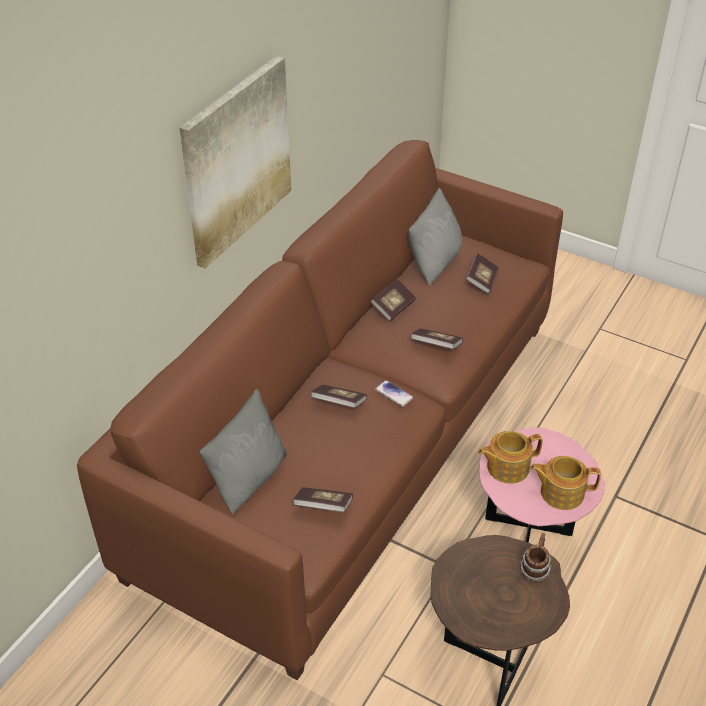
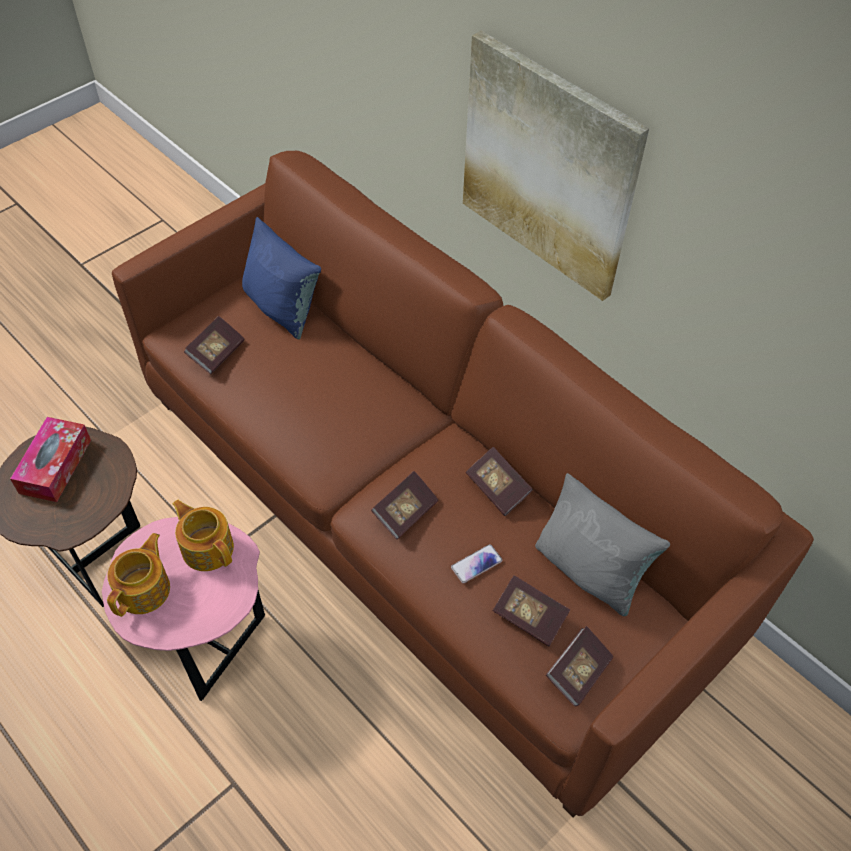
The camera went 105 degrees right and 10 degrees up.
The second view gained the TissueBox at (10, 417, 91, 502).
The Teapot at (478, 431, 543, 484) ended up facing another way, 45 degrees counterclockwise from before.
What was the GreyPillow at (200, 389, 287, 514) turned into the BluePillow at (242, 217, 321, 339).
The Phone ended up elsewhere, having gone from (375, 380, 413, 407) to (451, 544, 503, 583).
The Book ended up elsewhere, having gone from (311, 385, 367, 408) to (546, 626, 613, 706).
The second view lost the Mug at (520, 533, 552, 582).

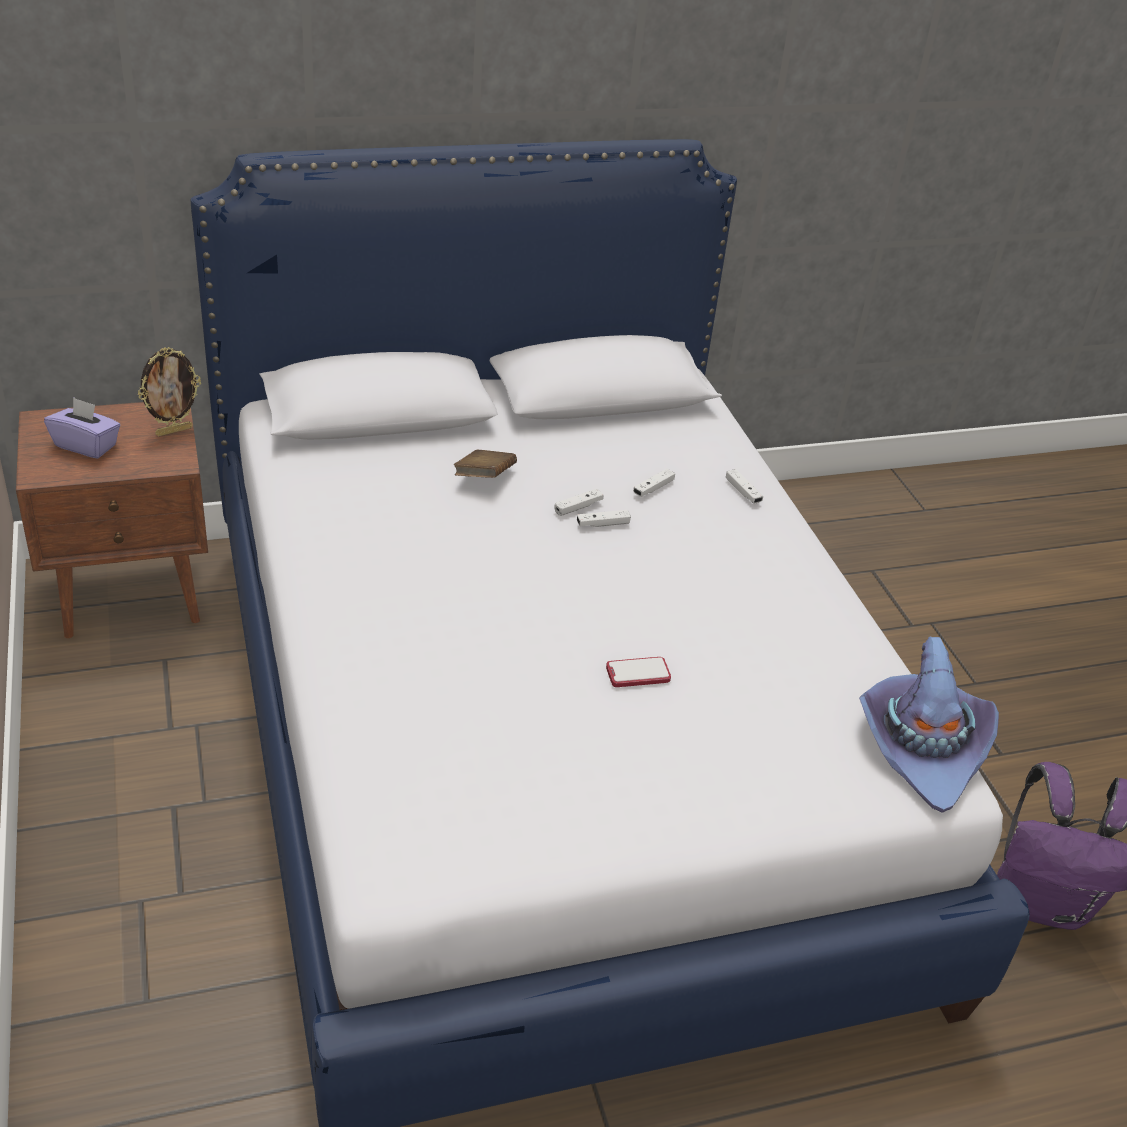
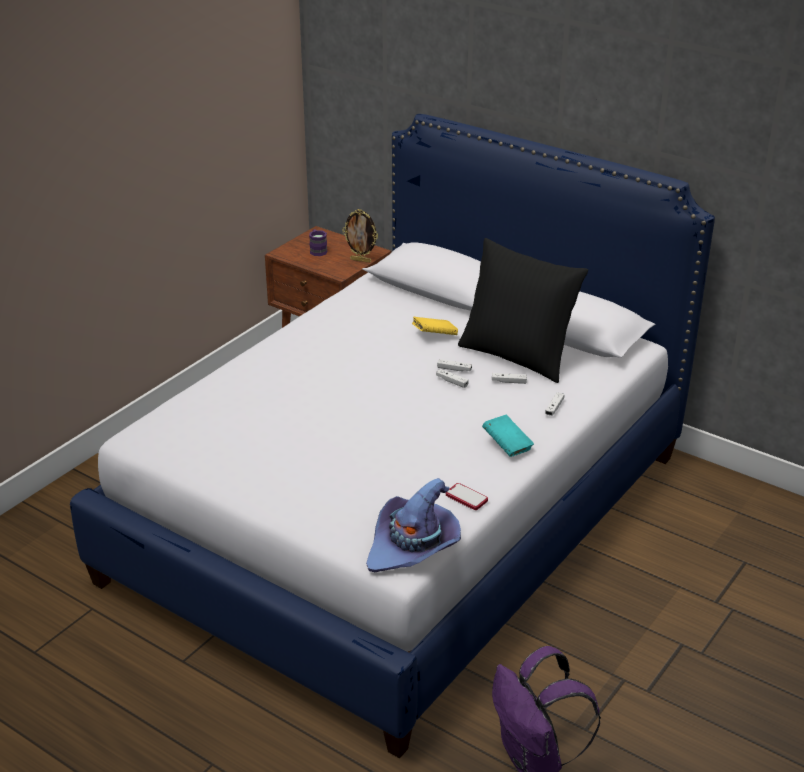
The camera went 55 degrees right and 5 degrees down.
Where the PurpleTissueBox stood at (44, 397, 120, 459), the PurpleMug came to stand at (309, 229, 327, 256).
What was the BrownBook at (454, 450, 517, 478) turned into the YellowBook at (412, 317, 458, 335).
The Phone ended up elsewhere, having gone from (606, 657, 671, 687) to (446, 483, 488, 510).
The second view gained the BlackPillow at (458, 238, 588, 383).
The second view gained the TurquoiseBook at (482, 415, 534, 457).

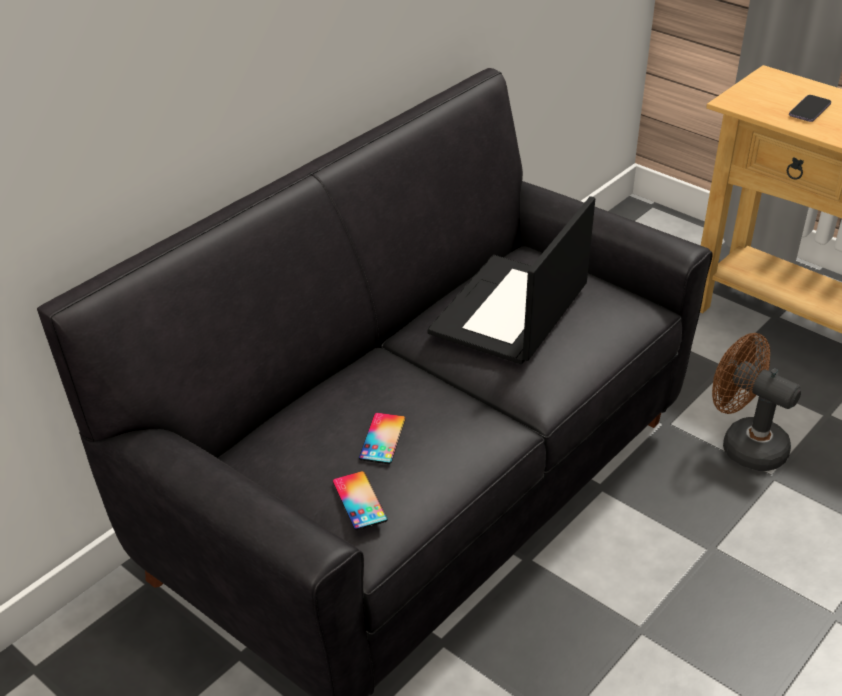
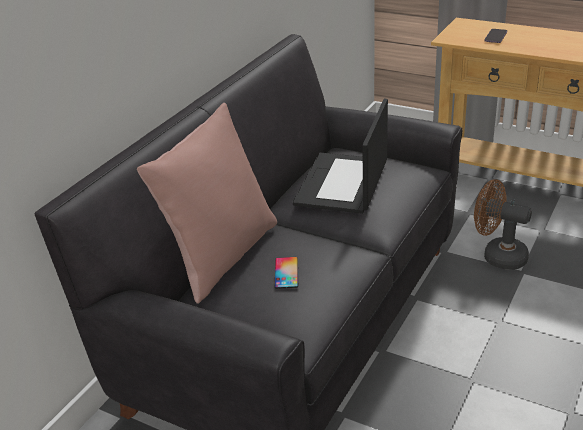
The camera went 10 degrees left and 5 degrees down.
The second view gained the PinkPillow at (137, 103, 277, 304).
The second view lost the Phone at (333, 471, 388, 530).

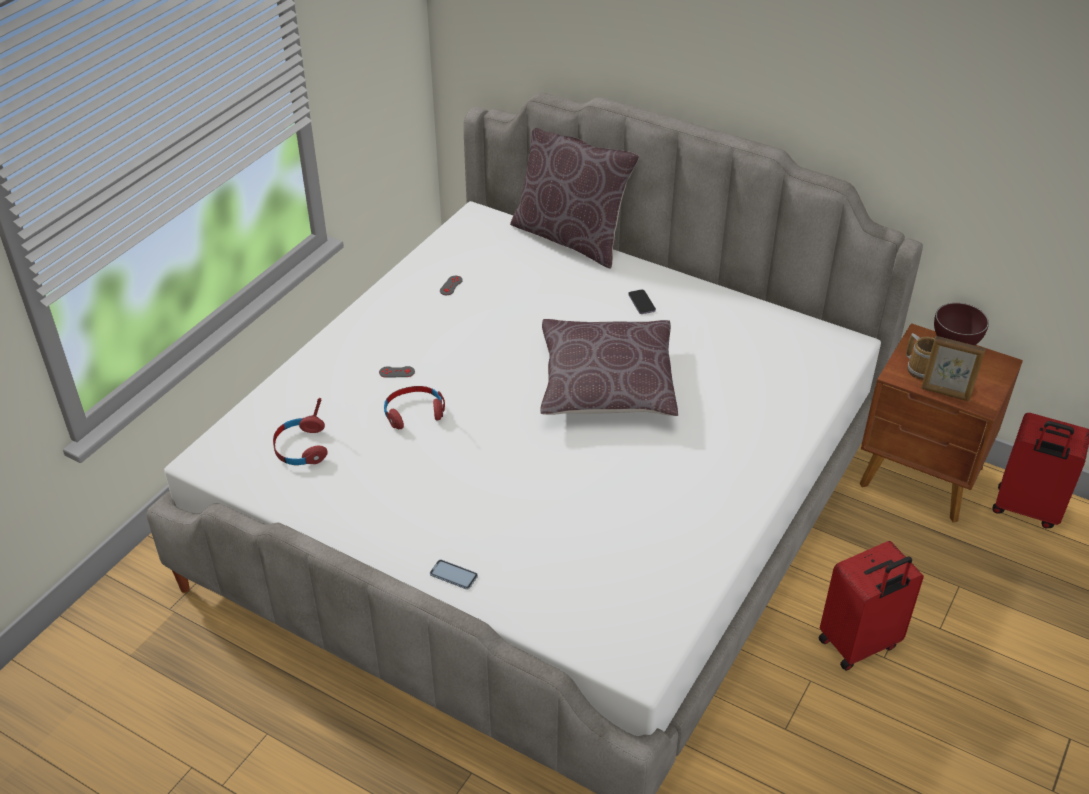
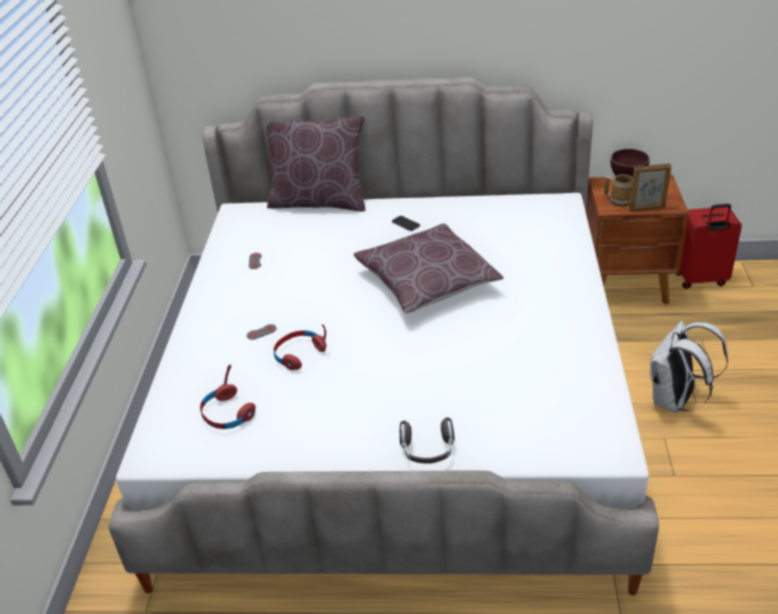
The camera went 25 degrees left and 5 degrees down.
Where the Phone stood at (430, 560, 478, 590), the Headphones came to stand at (400, 417, 454, 464).
Where the RedSuitcase stood at (818, 541, 924, 671), the WhiteBackpack came to stand at (650, 321, 728, 413).

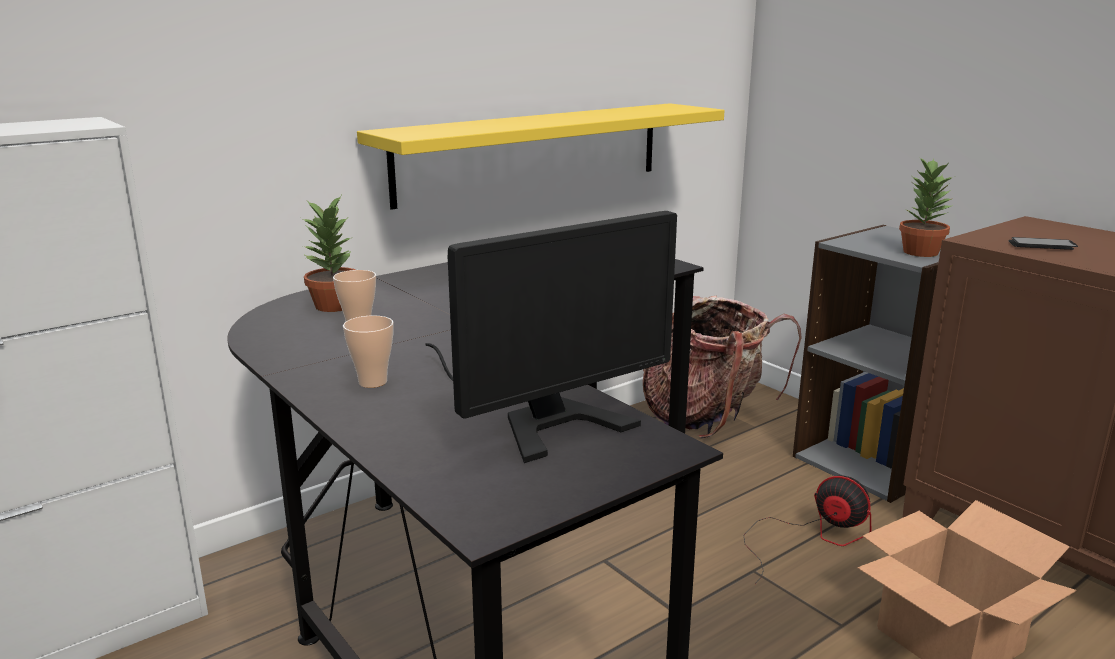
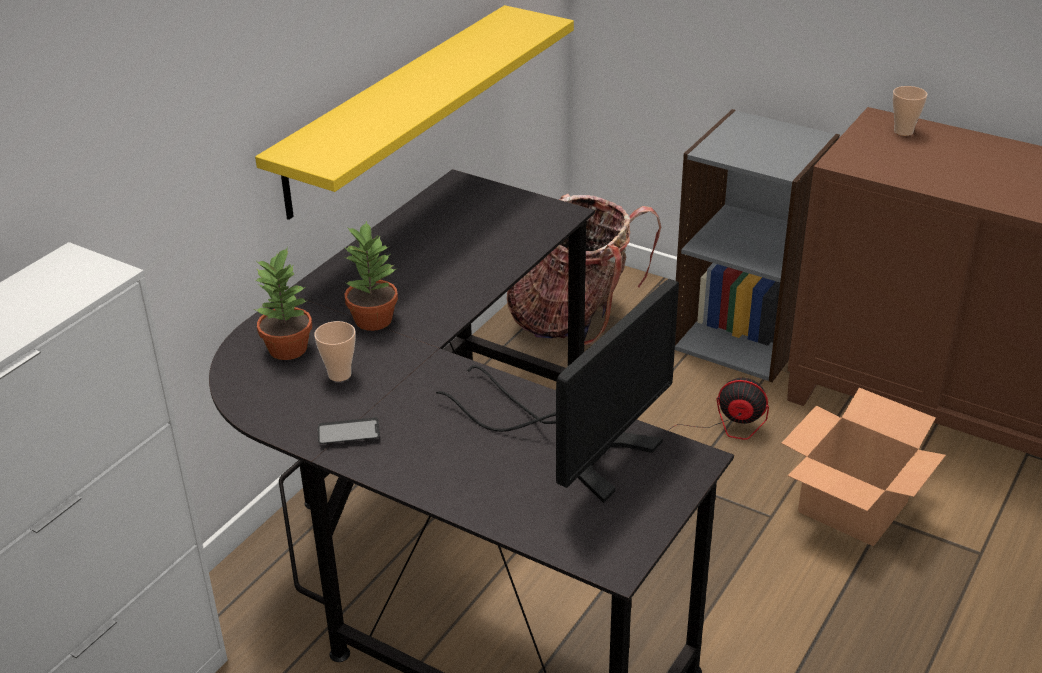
The camera went 20 degrees left and 15 degrees up.
The Phone ended up elsewhere, having gone from (1008, 237, 1078, 250) to (318, 417, 380, 444).
The PottedPlant ended up elsewhere, having gone from (899, 158, 953, 257) to (344, 220, 398, 331).
The Cup ended up elsewhere, having gone from (343, 316, 394, 388) to (893, 86, 928, 136).

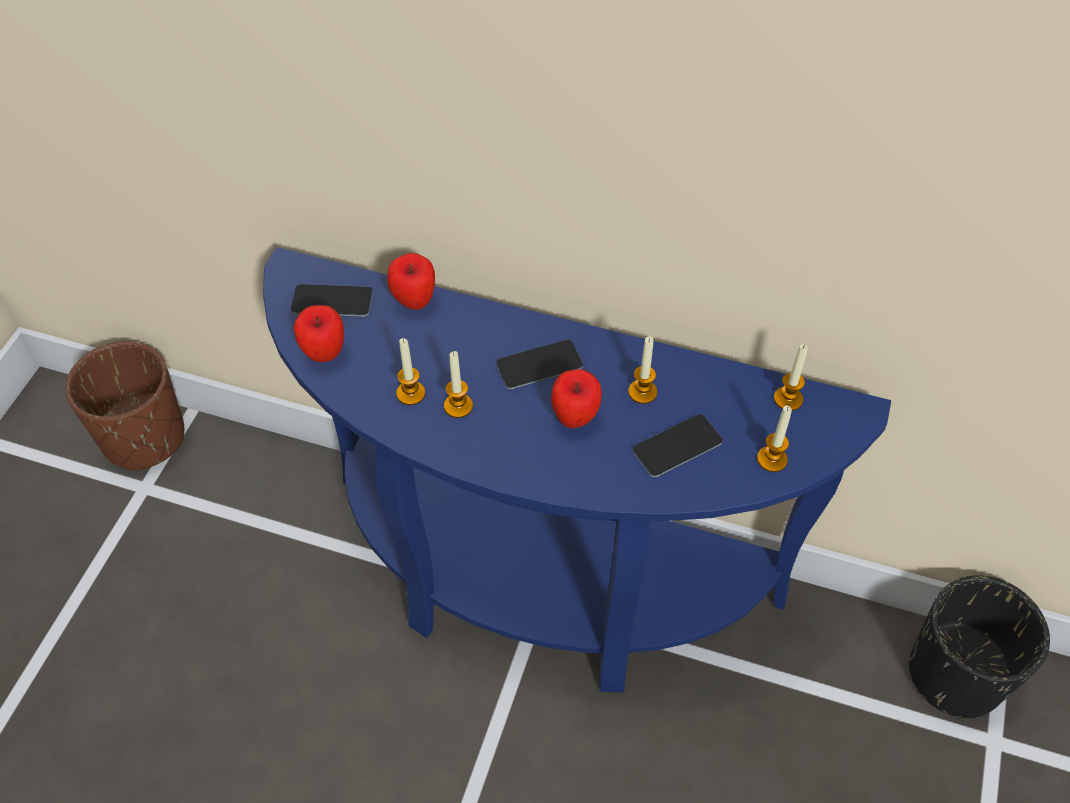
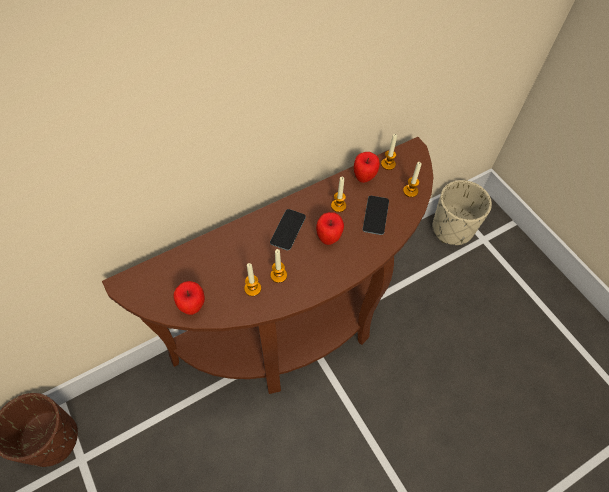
The camera went 50 degrees left and 5 degrees up.
What was the BlueConsoleTable at (263, 247, 891, 692) turned into the BrownConsoleTable at (102, 137, 433, 394).
The Apple ended up elsewhere, having gone from (387, 253, 435, 310) to (354, 152, 380, 183).
What was the BlackPlanter at (909, 575, 1050, 719) turned into the BeigePlanter at (433, 180, 492, 245).
The second view lost the Phone at (291, 284, 373, 317).

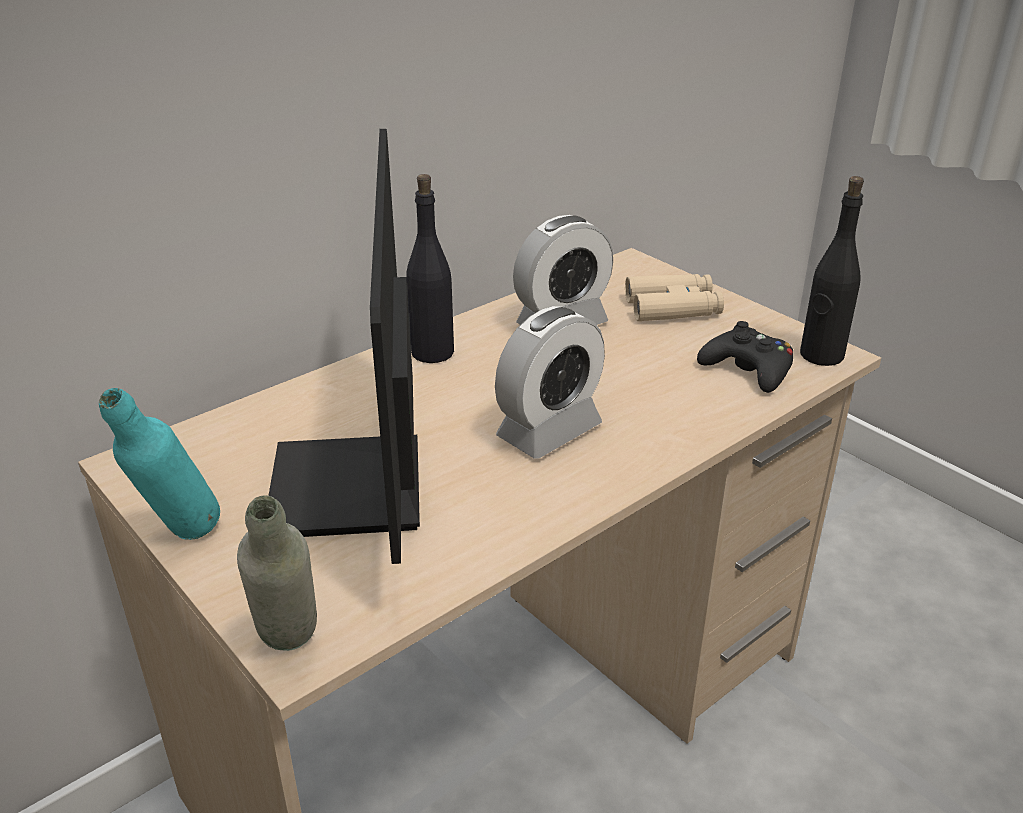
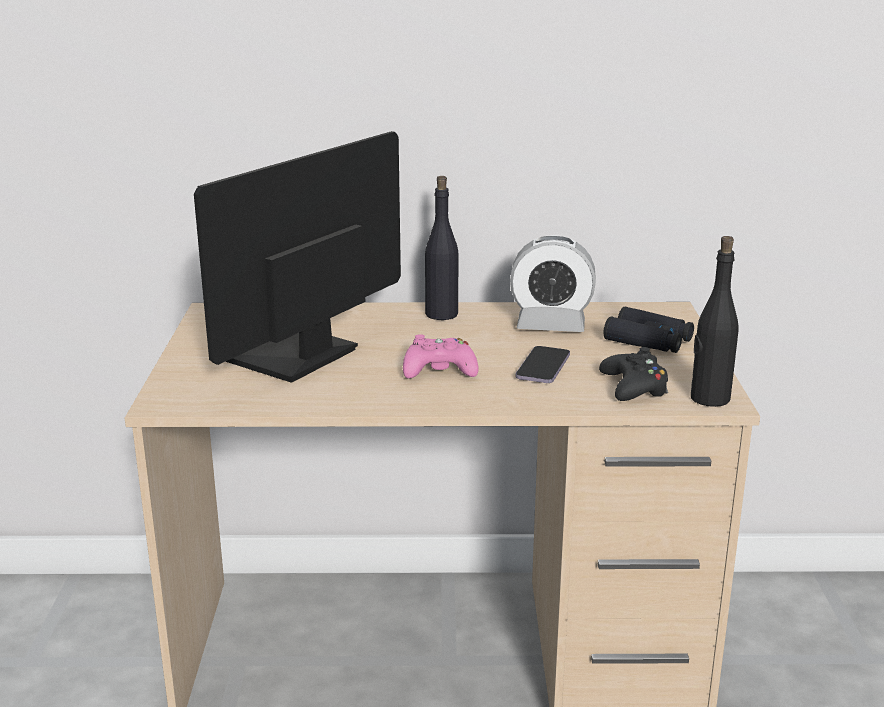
The camera went 40 degrees right and 10 degrees down.
Where the AlarmClock stood at (495, 306, 605, 459), the PinkGameController came to stand at (403, 334, 478, 379).
The second view gained the Phone at (515, 346, 570, 383).
What was the BeigeBinoculars at (625, 274, 724, 321) turned into the BlackBinoculars at (603, 307, 694, 353).
The second view lost the TurquoiseBottle at (99, 388, 220, 540).
The second view lost the GreyBottle at (237, 495, 317, 651).

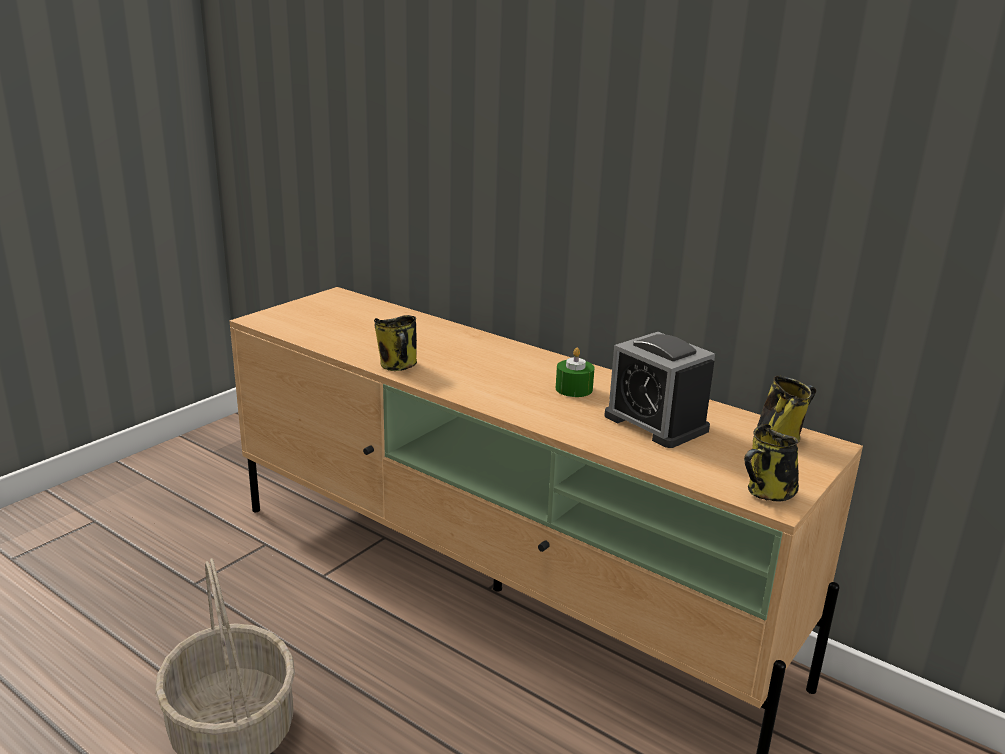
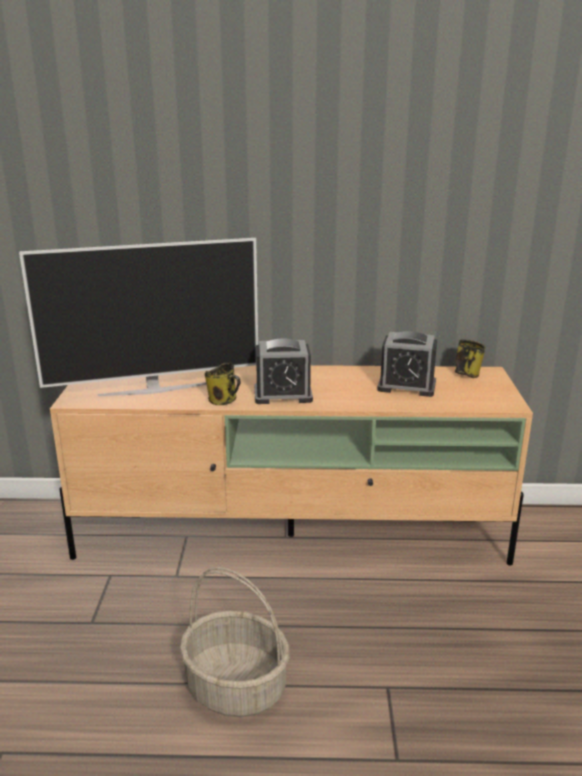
The camera went 35 degrees left and 0 degrees up.
The second view gained the Television at (19, 238, 258, 396).
The second view gained the AlarmClock at (255, 338, 313, 404).
The second view lost the GreenCandle at (556, 347, 595, 397).
The second view lost the Mug at (744, 424, 799, 502).

